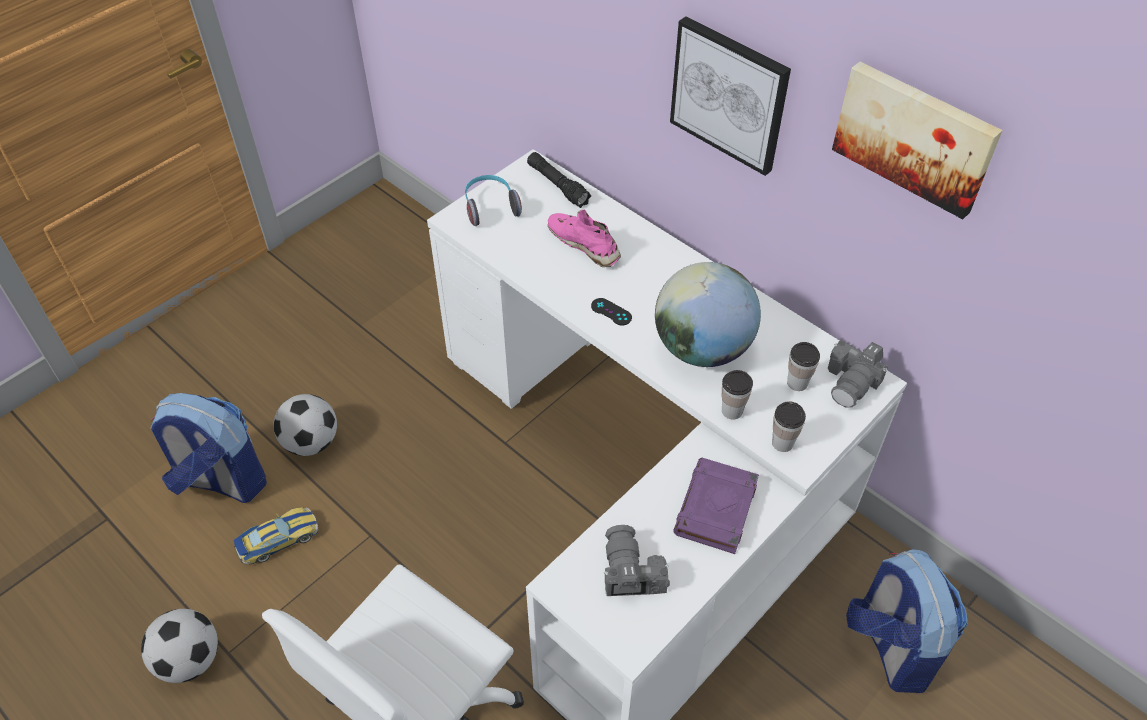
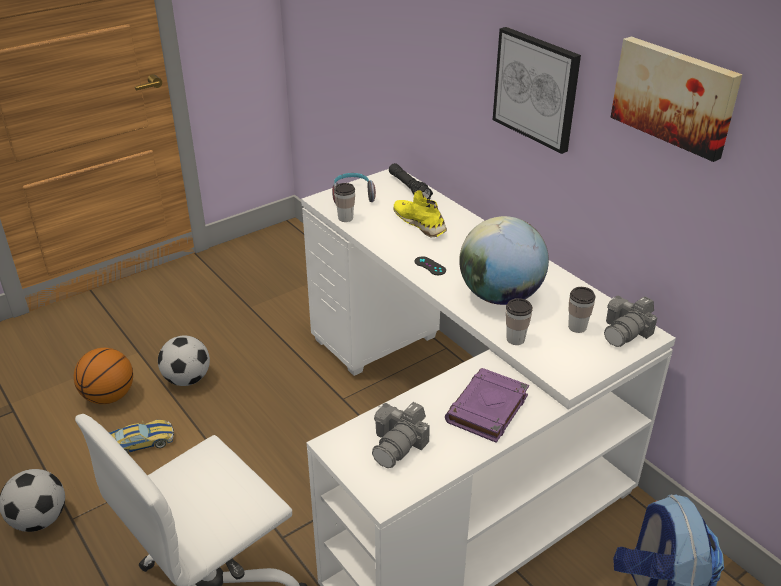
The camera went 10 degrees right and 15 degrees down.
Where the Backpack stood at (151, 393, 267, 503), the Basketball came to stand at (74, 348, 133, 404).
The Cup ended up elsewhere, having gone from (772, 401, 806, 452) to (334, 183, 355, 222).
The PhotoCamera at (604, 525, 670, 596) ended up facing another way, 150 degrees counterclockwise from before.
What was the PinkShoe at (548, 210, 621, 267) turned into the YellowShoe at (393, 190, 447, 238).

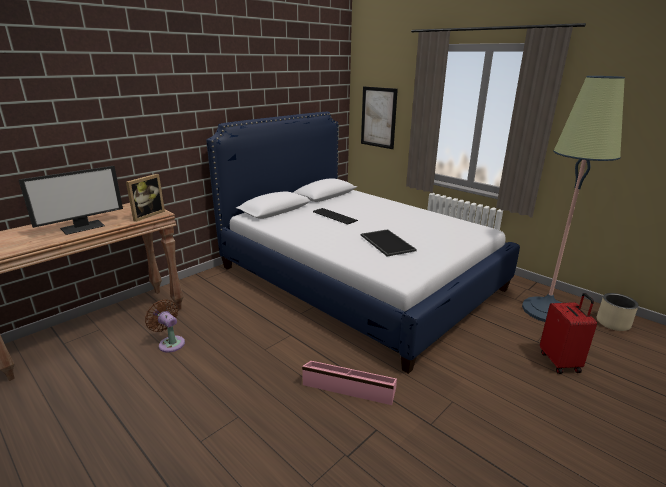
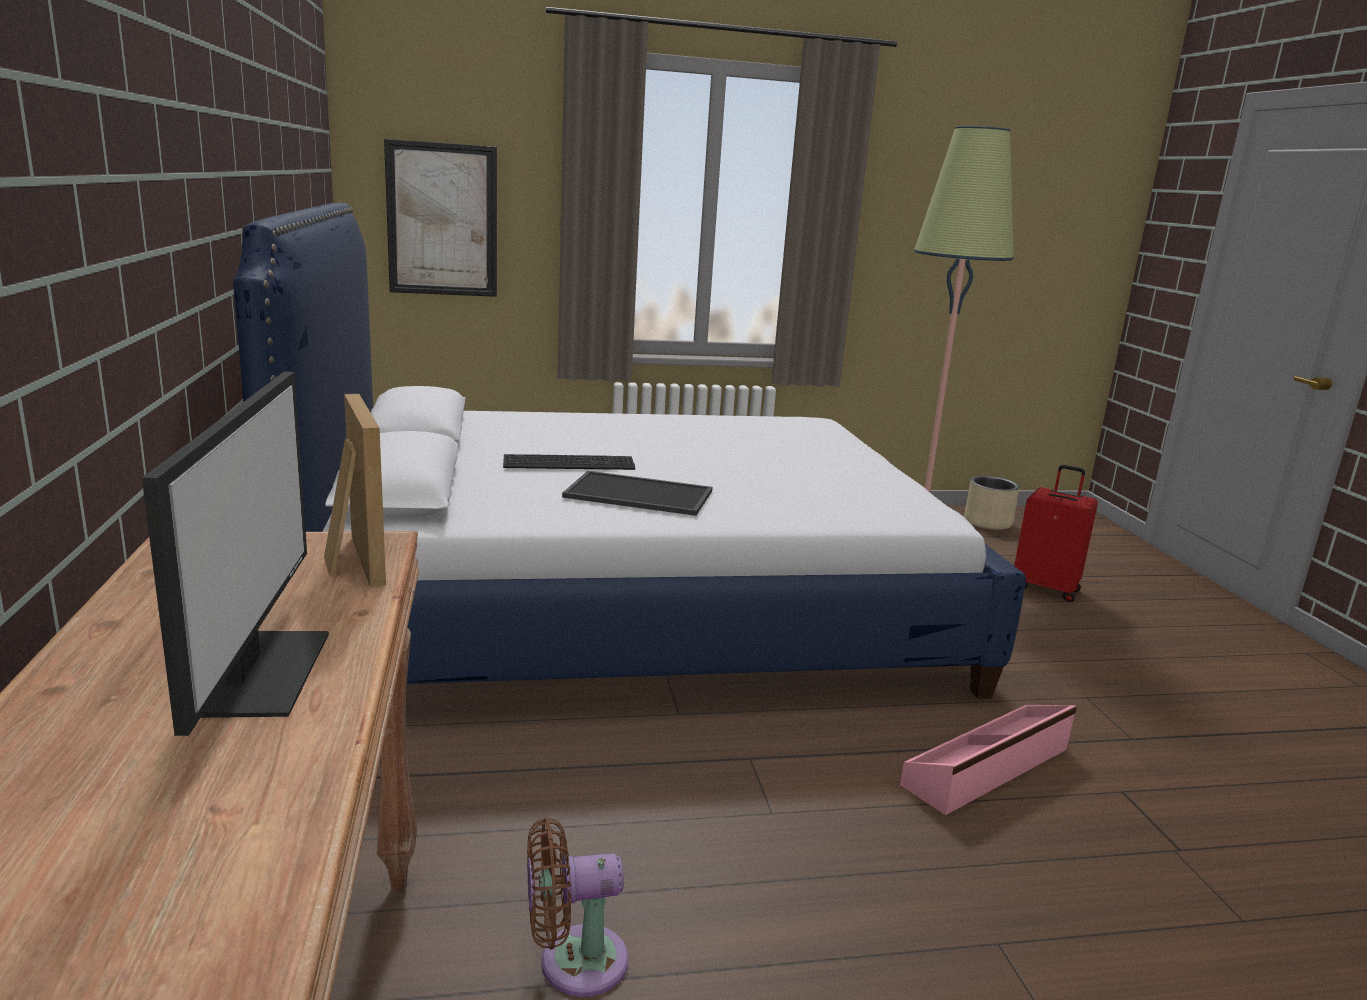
The camera went 55 degrees left and 5 degrees down.
The Tray ended up elsewhere, having gone from (361, 229, 417, 257) to (562, 471, 713, 516).

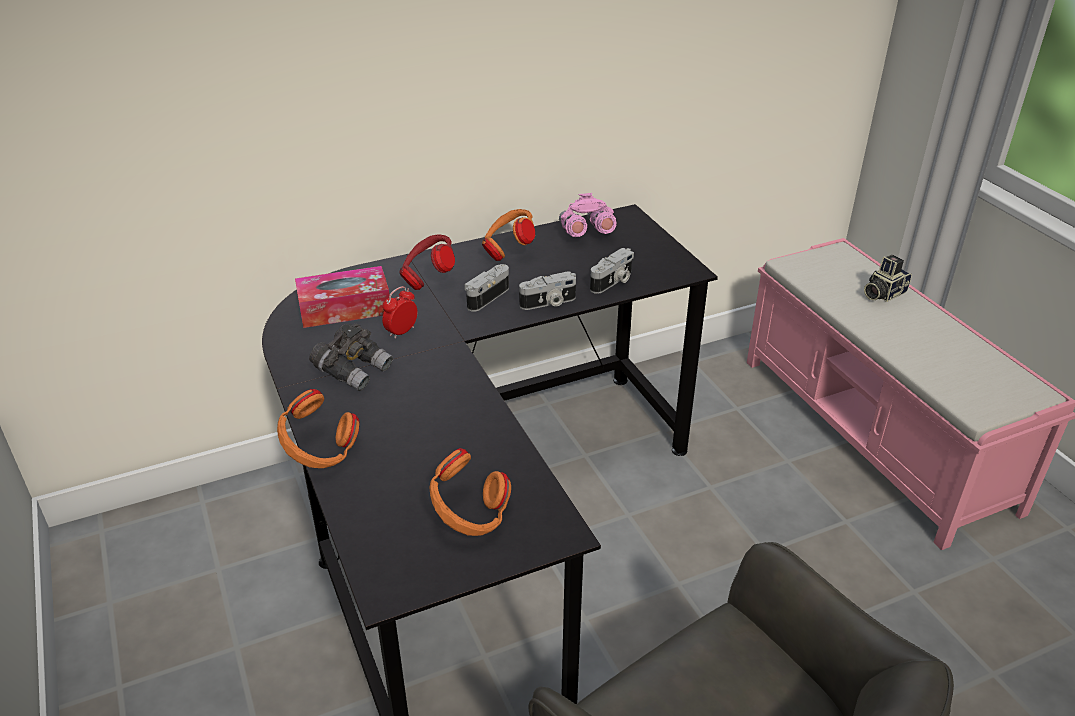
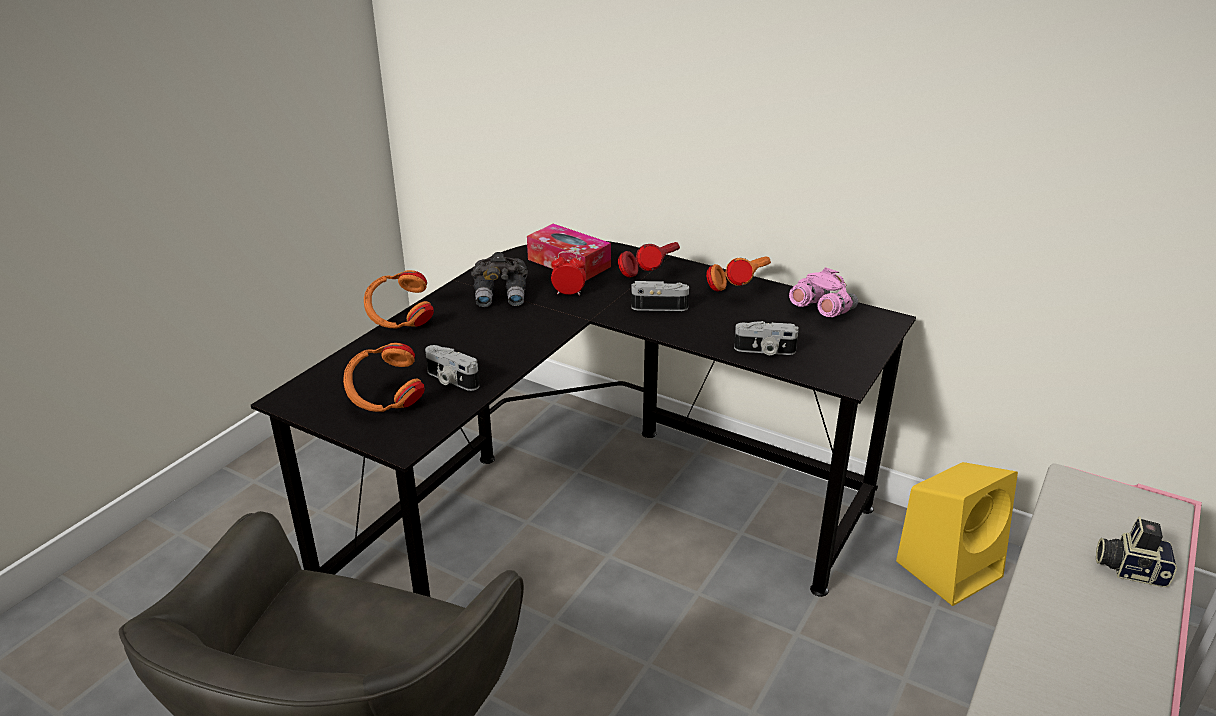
The camera went 55 degrees right and 5 degrees down.
The PhotoCamera ended up elsewhere, having gone from (519, 272, 576, 310) to (425, 345, 479, 391).
The second view gained the YellowSpeaker at (896, 462, 1018, 606).

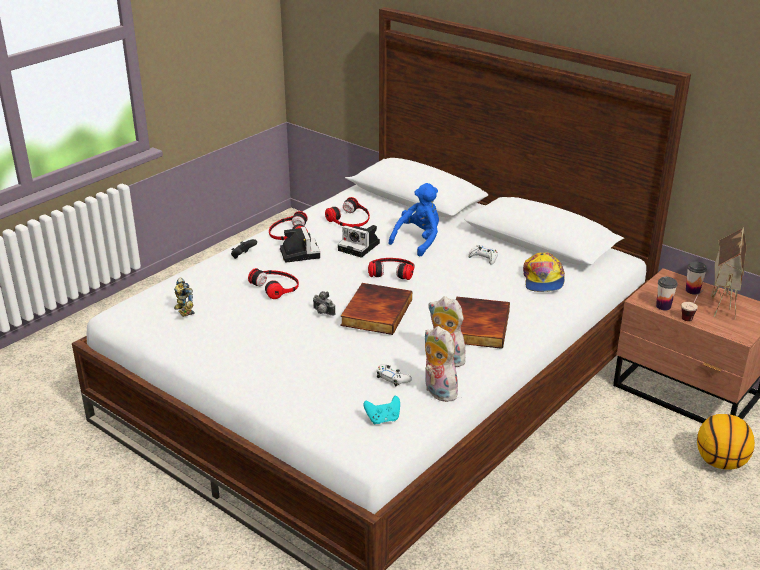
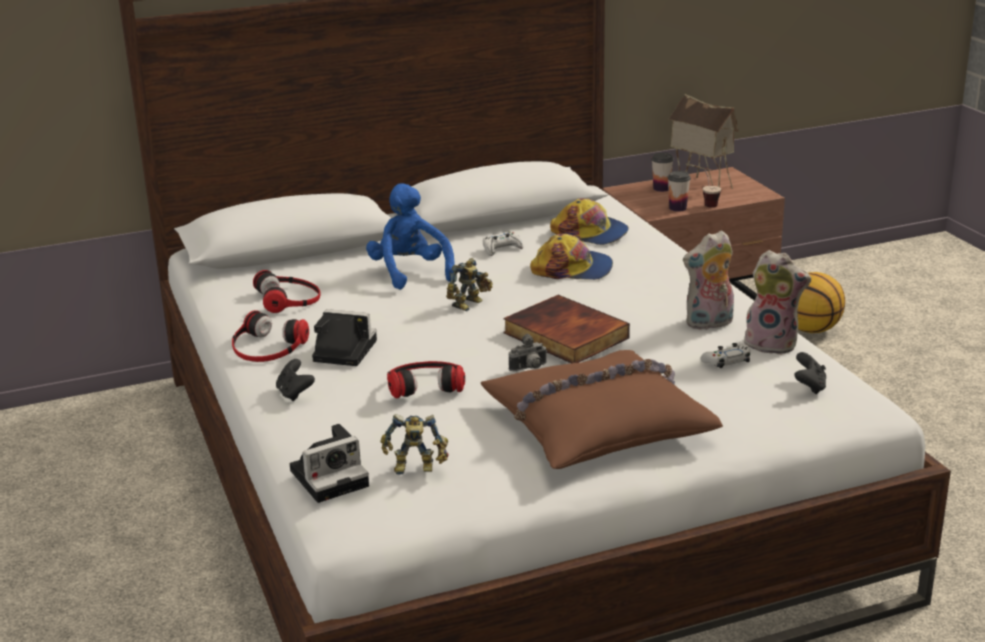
The camera went 60 degrees left and 5 degrees down.
The PhotoCamera ended up elsewhere, having gone from (338, 225, 380, 258) to (290, 424, 369, 503).
Where the Headphones stood at (368, 258, 414, 280), the ToyRobot came to stand at (446, 258, 493, 311).
The second view gained the BrownPillow at (481, 350, 723, 469).
The second view gained the Cap at (530, 233, 613, 280).
The PlushToy at (424, 326, 458, 402) ended up facing another way, 150 degrees counterclockwise from before.
What was the TurquoiseGameController at (363, 396, 400, 425) turned into the BlackGameController at (794, 352, 826, 394).
The second view lost the Book at (456, 296, 510, 349).

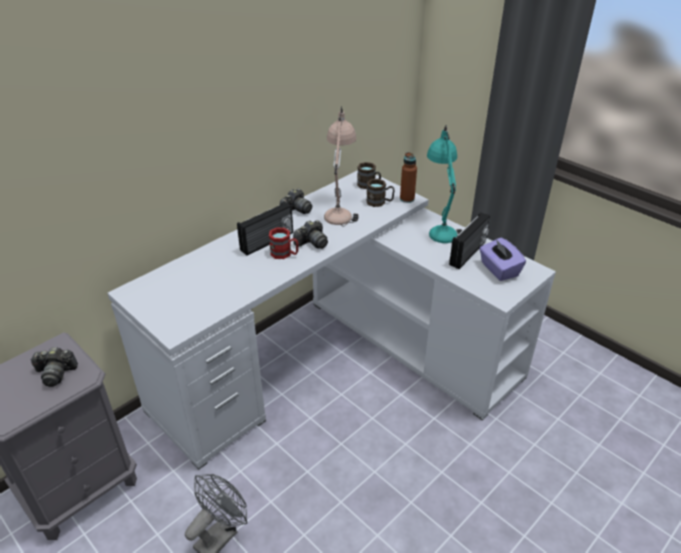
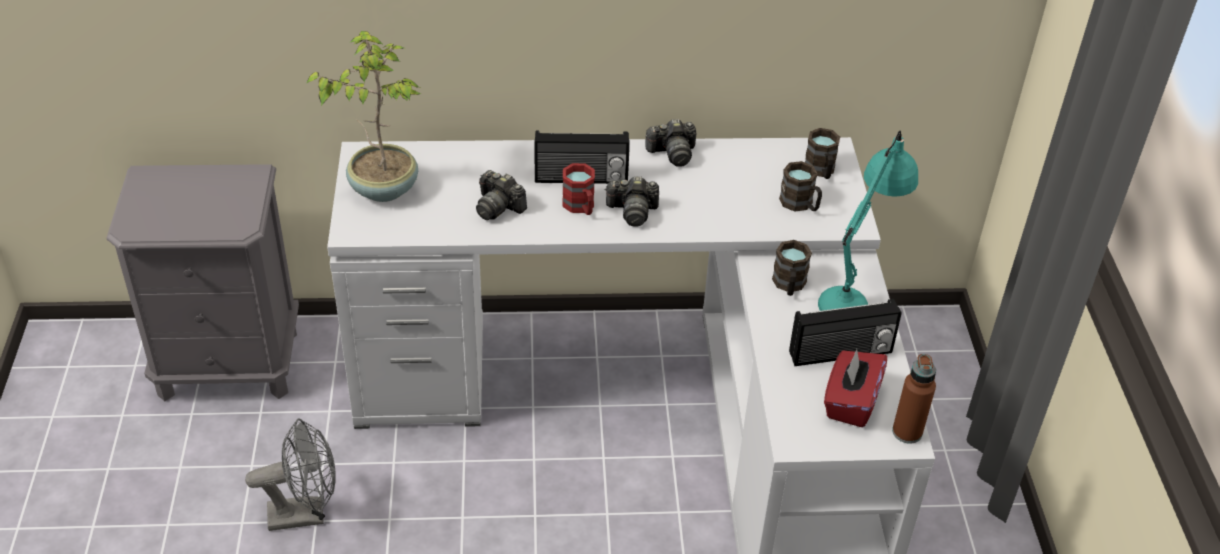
The camera went 40 degrees right and 5 degrees up.
The second view gained the PottedPlant at (307, 31, 422, 202).
The PhotoCamera ended up elsewhere, having gone from (30, 347, 78, 387) to (476, 170, 527, 220).
The second view gained the BrownMug at (772, 240, 812, 296).
What was the PurpleTissueBox at (479, 237, 526, 281) turned into the RedTissueBox at (824, 349, 887, 427).
The BrownBottle ended up elsewhere, having gone from (400, 152, 417, 203) to (892, 354, 936, 444).
The second view lost the BeigeTableLamp at (324, 106, 359, 227).

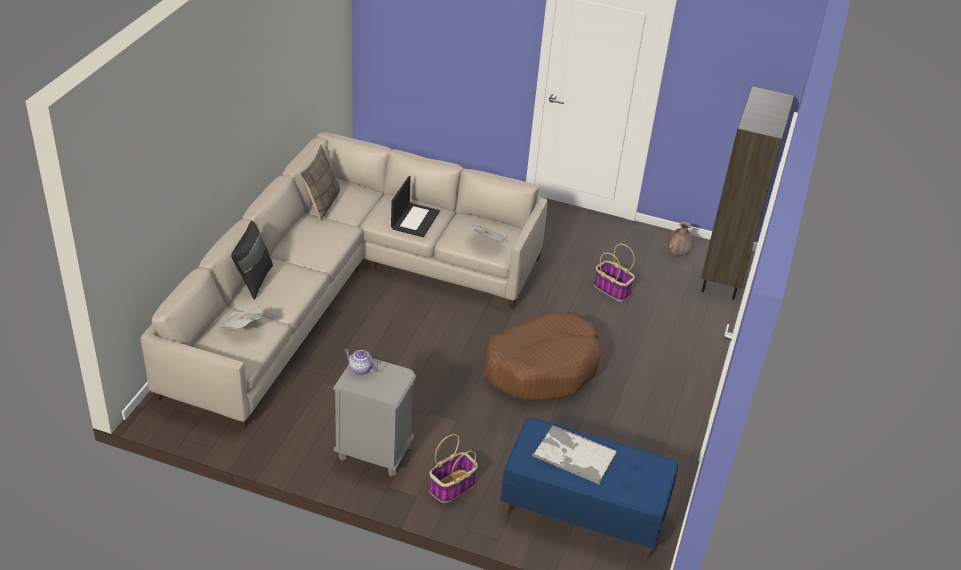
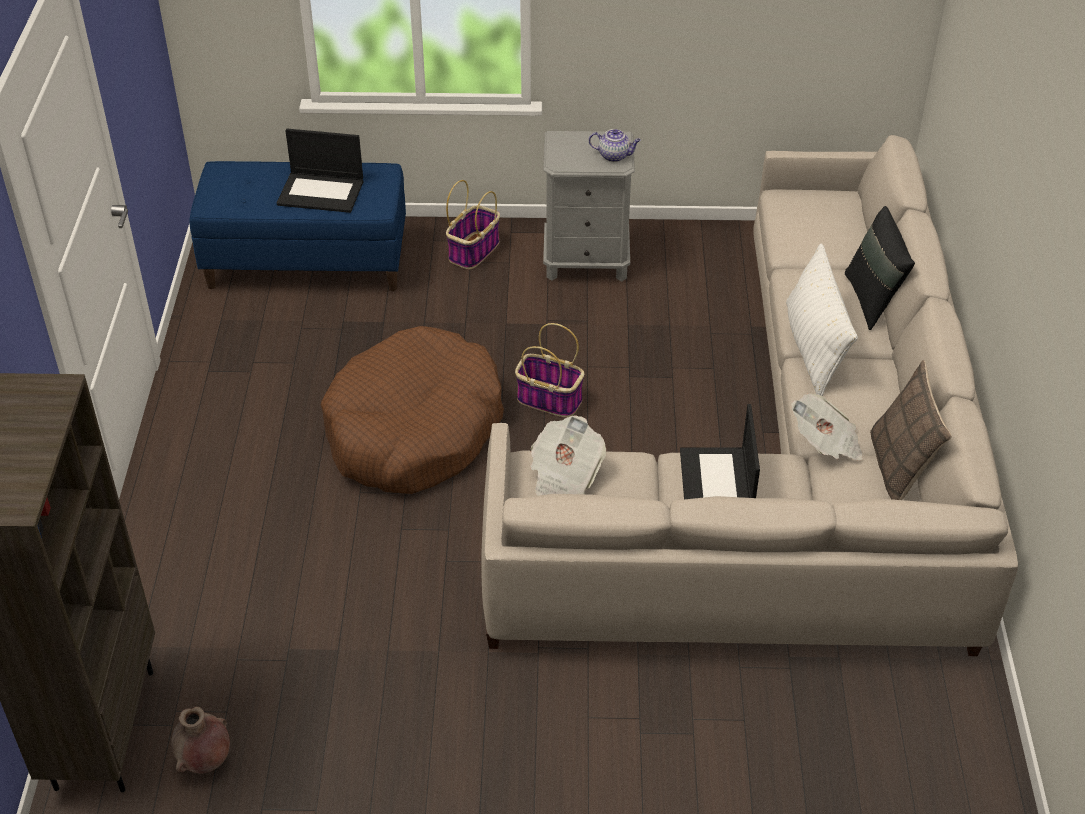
The camera went 165 degrees right and 5 degrees up.
Where the Tray stood at (532, 425, 618, 485), the Laptop came to stand at (277, 129, 363, 213).
The Basket ended up elsewhere, having gone from (594, 244, 635, 301) to (515, 323, 584, 417).
The second view gained the WhitePillow at (786, 243, 858, 396).
The Newspaper ended up elsewhere, having gone from (220, 307, 266, 329) to (791, 394, 863, 460).

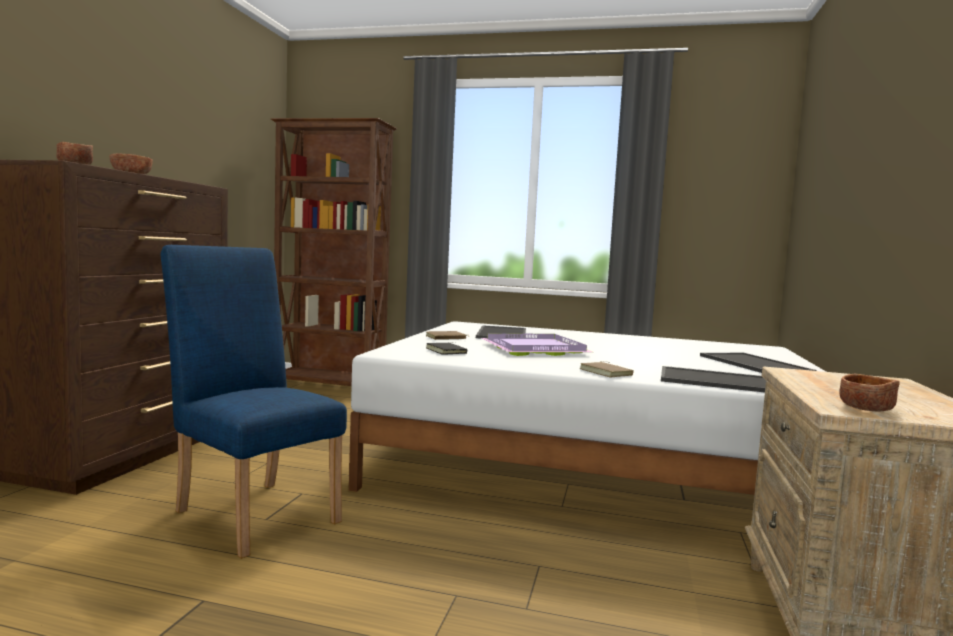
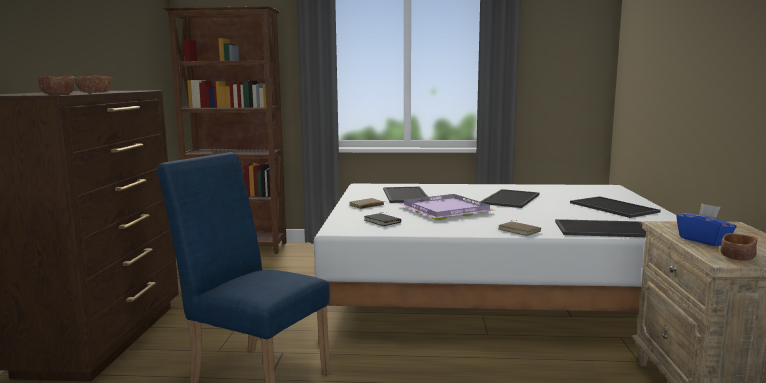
The camera went 10 degrees left and 5 degrees up.
The second view gained the Tray at (480, 189, 540, 208).
The second view gained the BlueTissueBox at (676, 203, 736, 246).

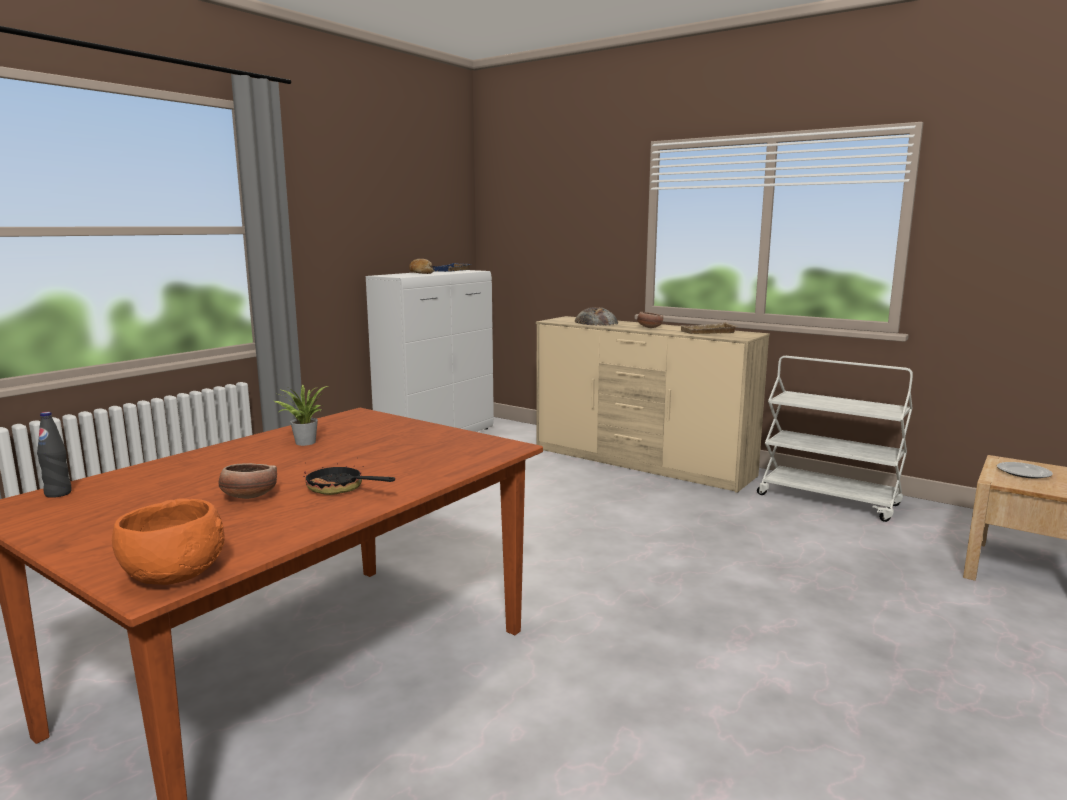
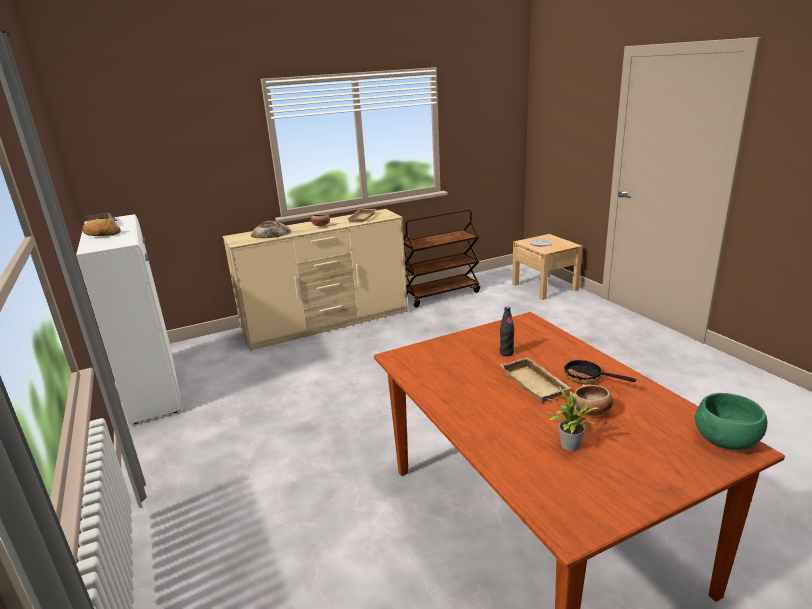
The camera went 60 degrees left and 10 degrees up.
What was the WhiteCart at (757, 356, 913, 522) turned into the BrownCart at (404, 209, 480, 308).
The BlackBottle ended up elsewhere, having gone from (37, 412, 72, 498) to (500, 307, 514, 356).
The second view gained the BeigeTray at (501, 357, 571, 403).
The PottedPlant ended up elsewhere, having gone from (274, 385, 328, 446) to (544, 386, 598, 451).
The FryingPan at (303, 465, 395, 495) ended up facing another way, 75 degrees clockwise from before.
What was the OrangeBowl at (112, 498, 225, 585) turned into the GreenBowl at (695, 393, 767, 450).

